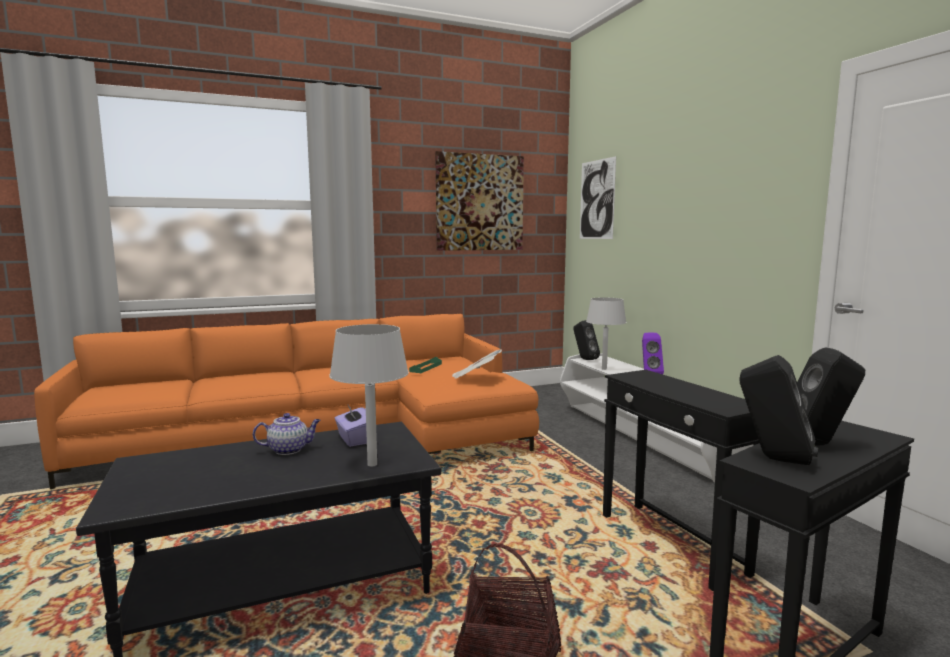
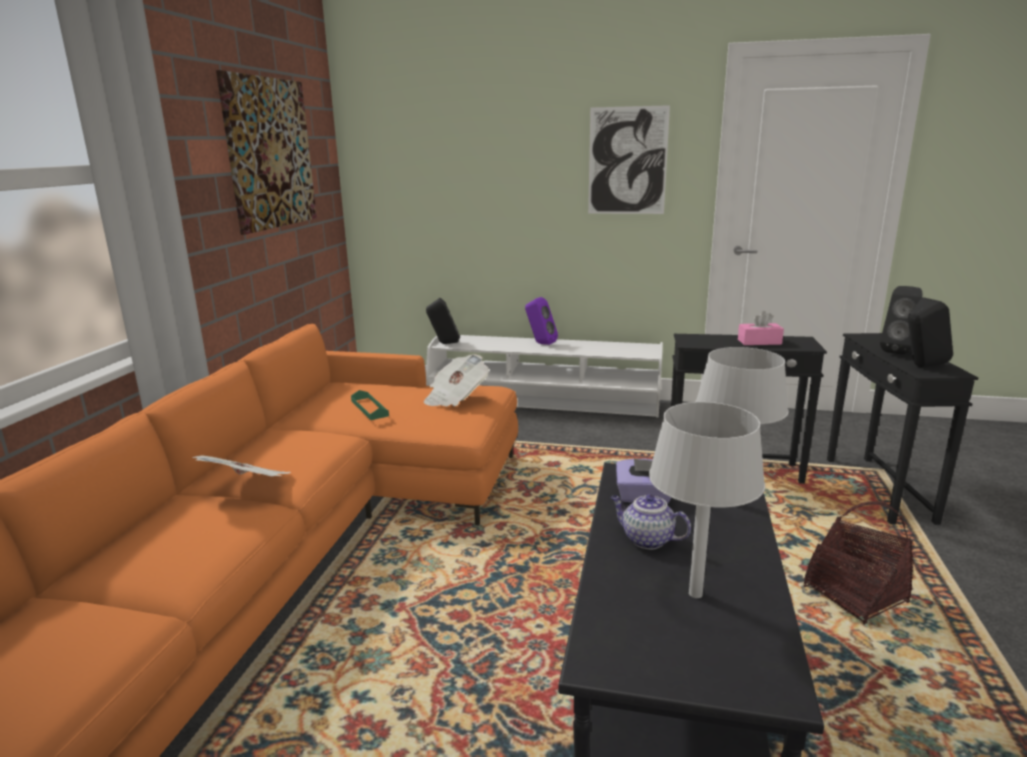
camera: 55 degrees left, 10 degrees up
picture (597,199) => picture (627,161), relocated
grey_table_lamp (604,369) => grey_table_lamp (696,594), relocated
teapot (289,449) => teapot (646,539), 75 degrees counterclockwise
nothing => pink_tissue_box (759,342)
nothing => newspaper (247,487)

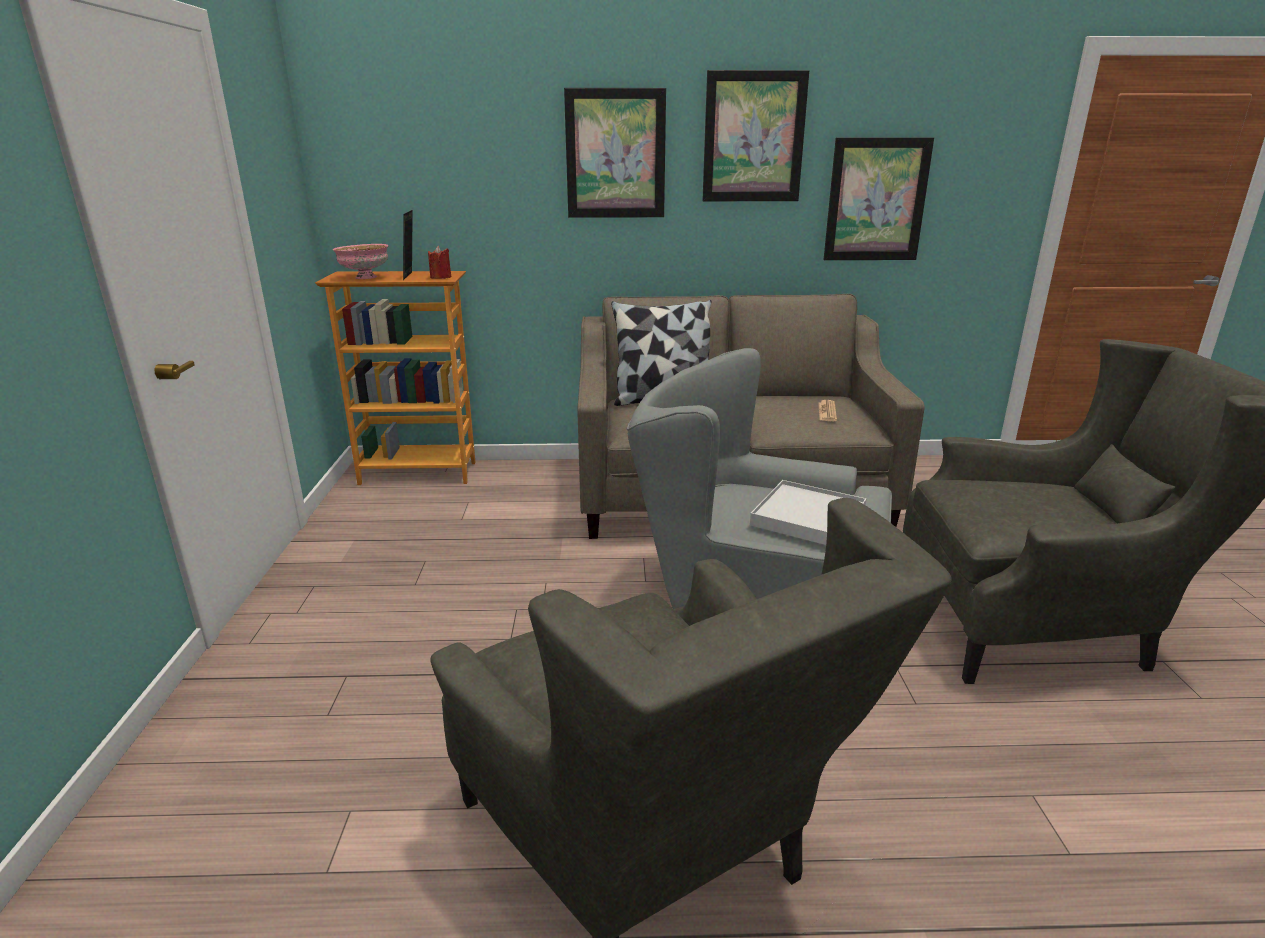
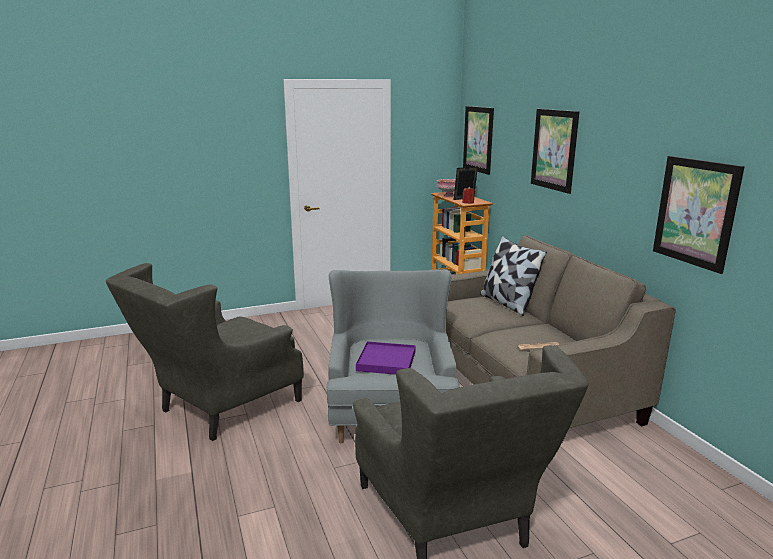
camera: 70 degrees right, 5 degrees down
picture (753,137) => picture (478,139), relocated
white_tray (808,517) => purple_tray (386,361)

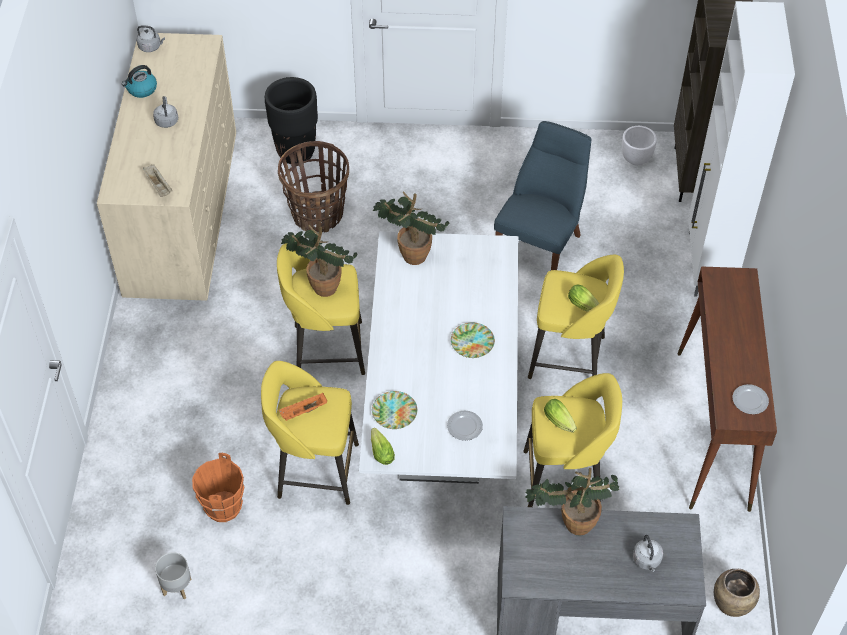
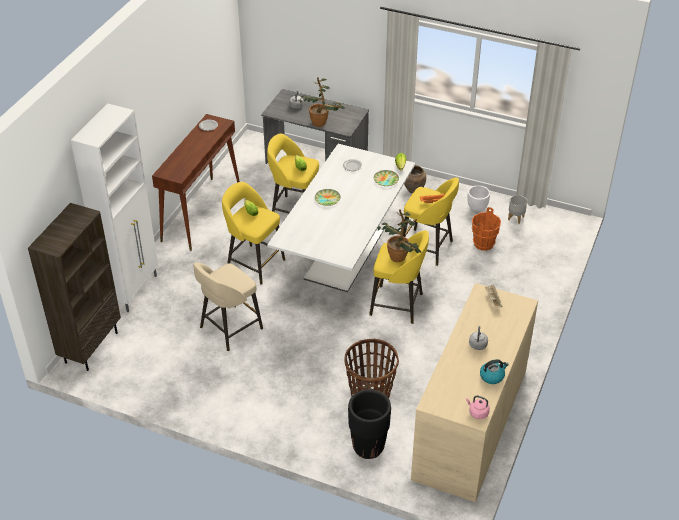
camera: 160 degrees left, 10 degrees down
grey_kettle (151,47) => pink_kettle (477,413)
blue_chair (540,247) => beige_stool (229,329)
white_planter (636,159) => white_planter (477,208), relocated
potted_plant (410,252) => nothing
brown_vase (731,606) => brown_vase (414,190), relocated

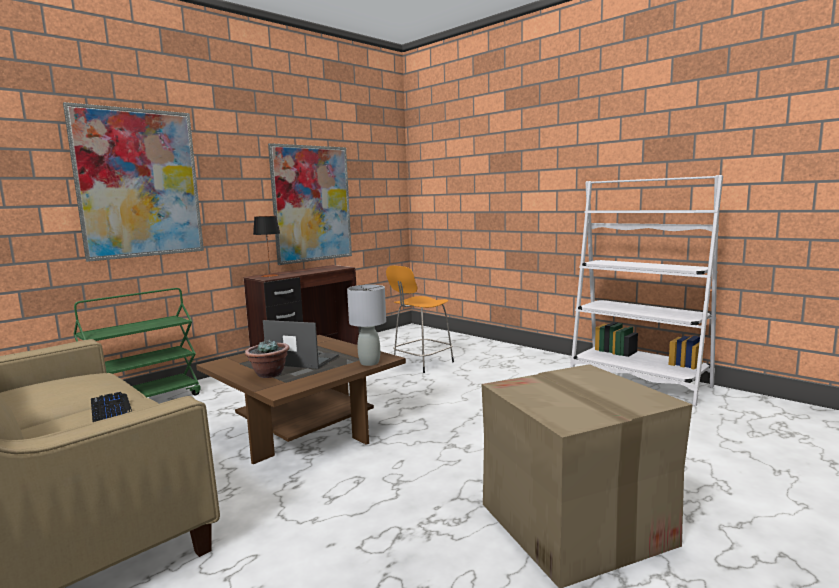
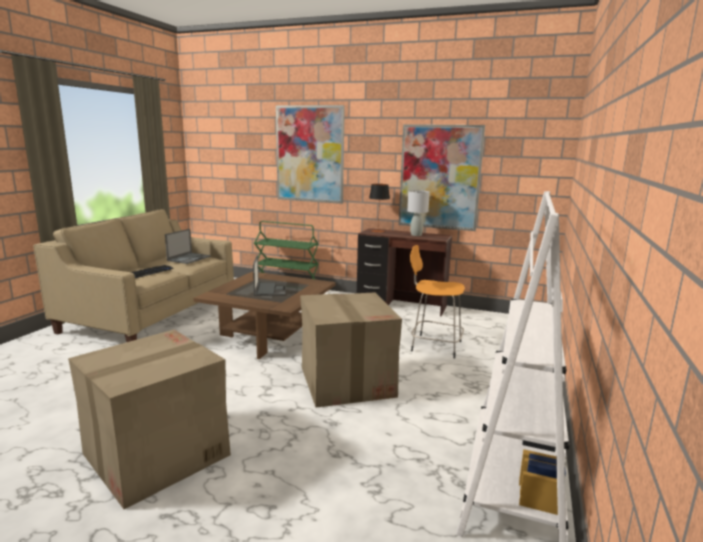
camera: 65 degrees right, 5 degrees up
grey_table_lamp (369,363) => grey_table_lamp (416,235), relocated
potted_plant (269,374) => nothing
nothing => laptop (189,258)
nothing => cardboard_box (346,381)

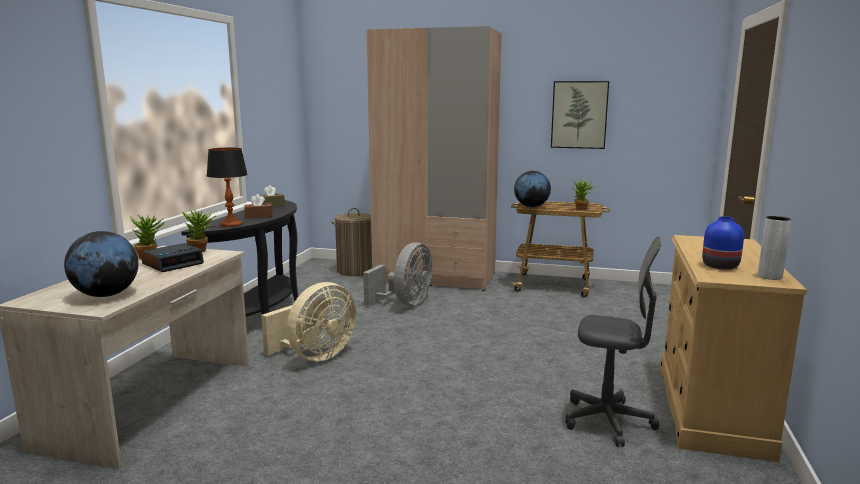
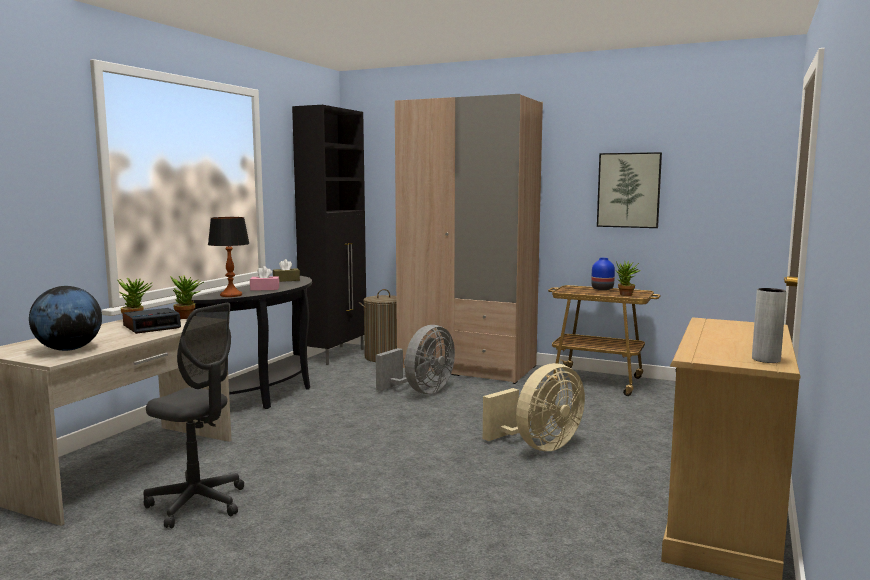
camera: 10 degrees right, 5 degrees down
globe (531,206) => nothing
brown_tissue_box (258,216) => pink_tissue_box (264,289)
blue_vase (721,266) => blue_vase (602,289), relocated
grey_office_chair (607,421) => grey_office_chair (197,504), relocated
beige_fan (315,356) => beige_fan (539,446), relocated
nothing => black_cabinet (335,355)

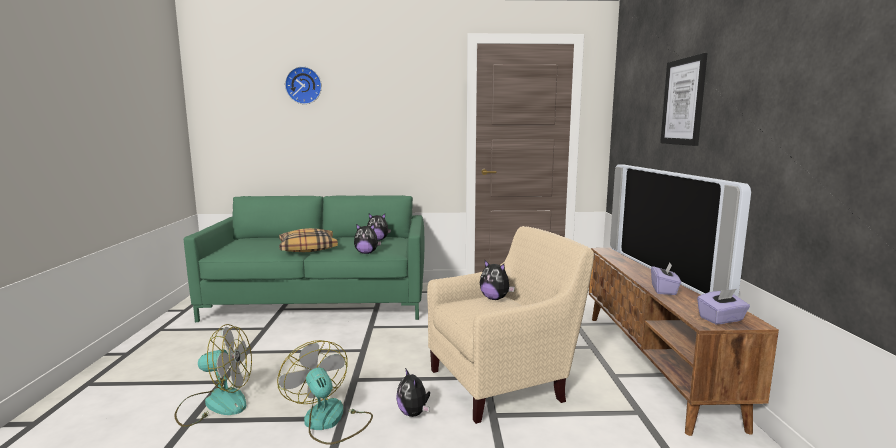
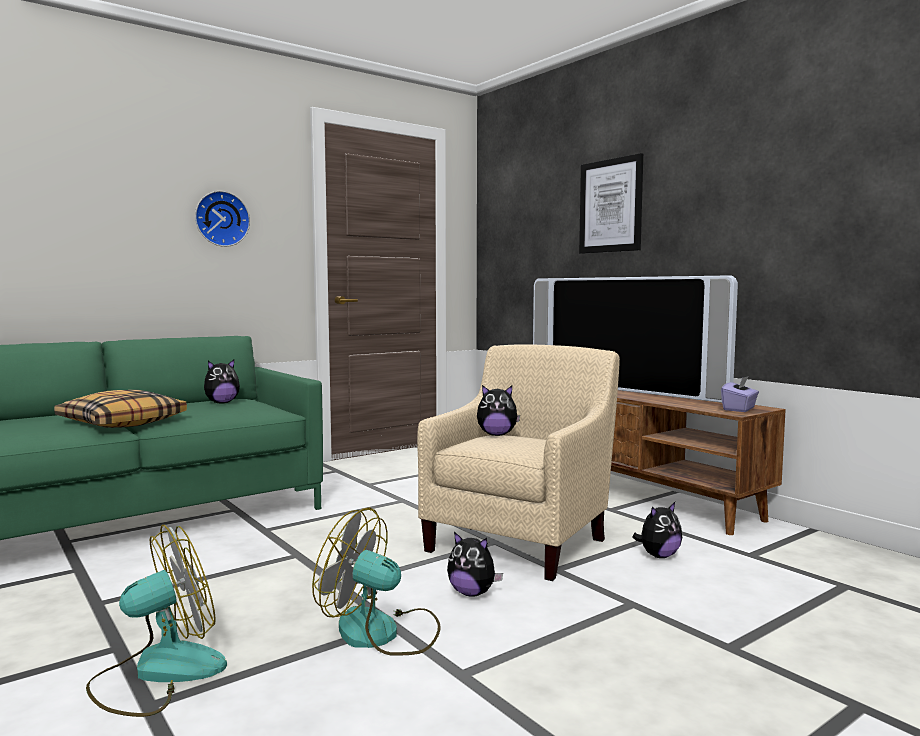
camera: 35 degrees left, 5 degrees down
wall_clock (304,85) => wall_clock (221,219), relocated
plush_toy (366,253) => plush_toy (658,556), relocated
purple_tissue_box (664,290) => nothing

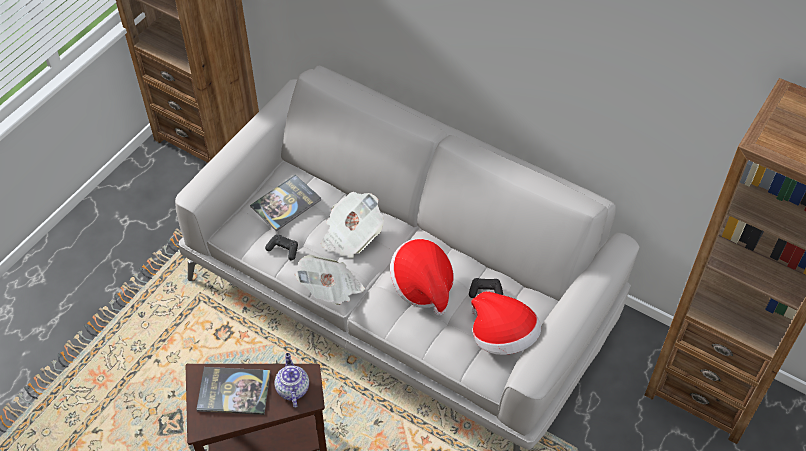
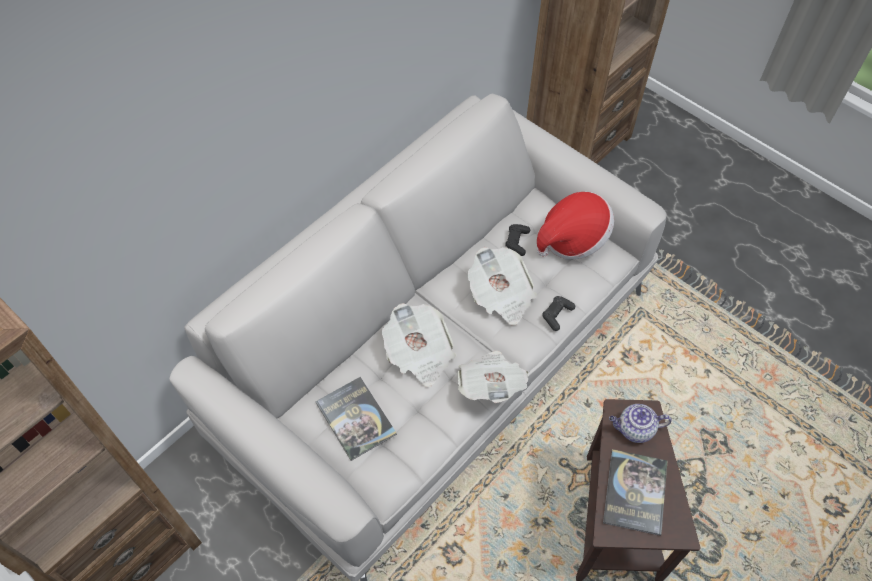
camera: 80 degrees left, 5 degrees up
black_game_controller (283,249) => black_game_controller (557,315), relocated
hat (422,286) => newspaper (501,296)

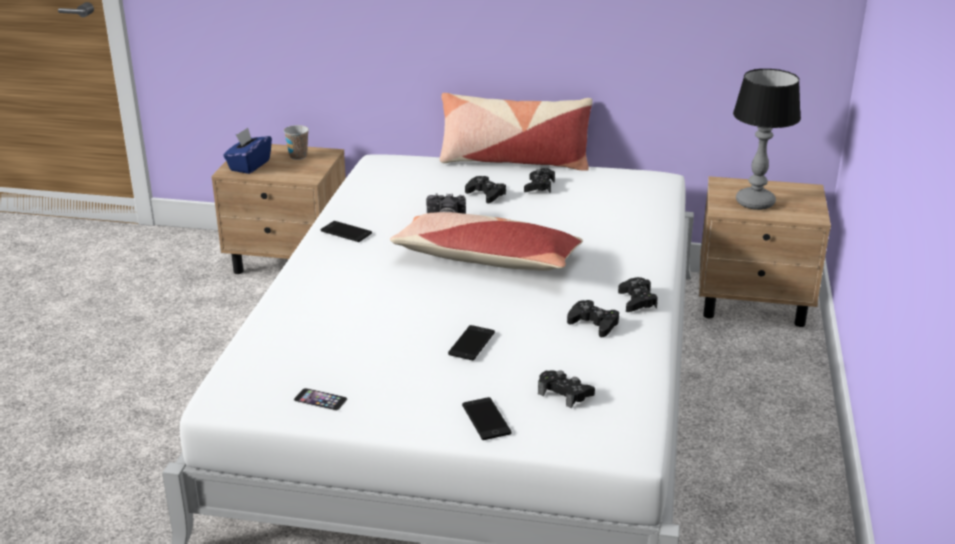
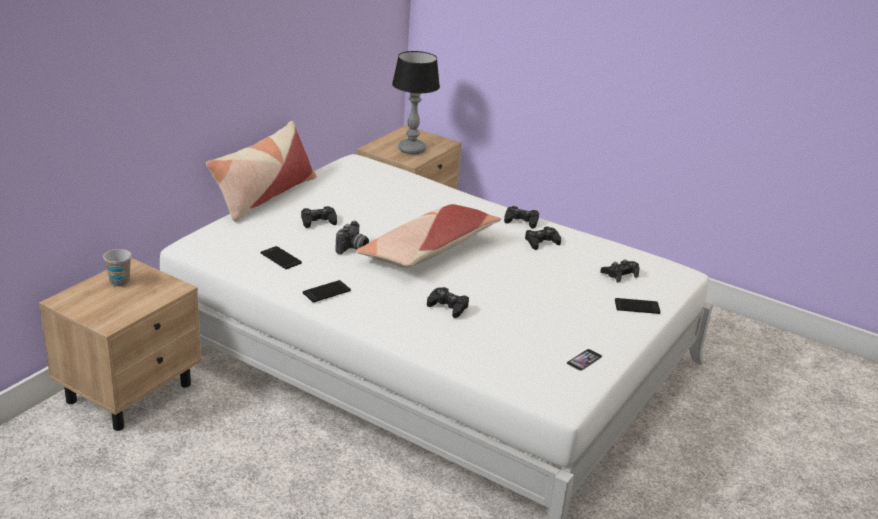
camera: 70 degrees left, 0 degrees up
blue_tissue_box (249,165) => nothing
black_game_controller (539,186) => black_game_controller (448,307), relocated
phone (471,343) => phone (281,258), relocated

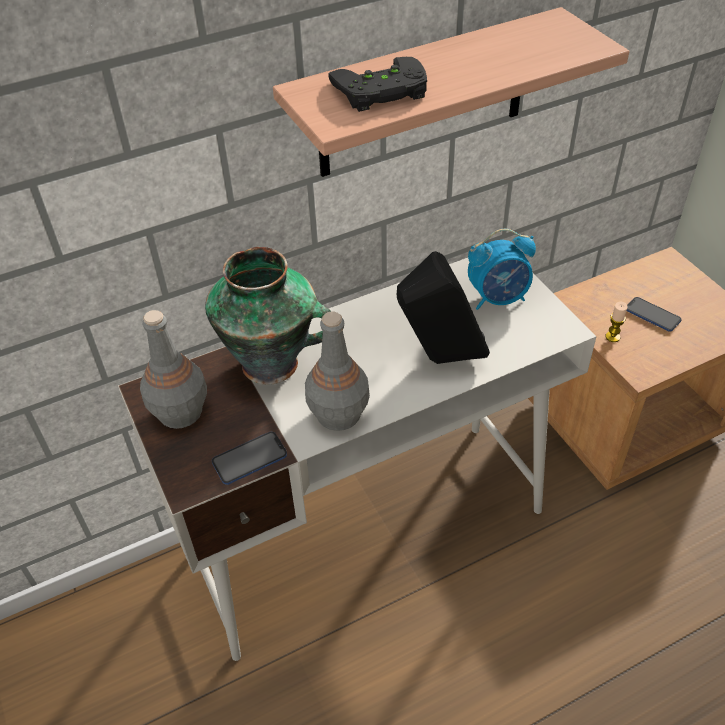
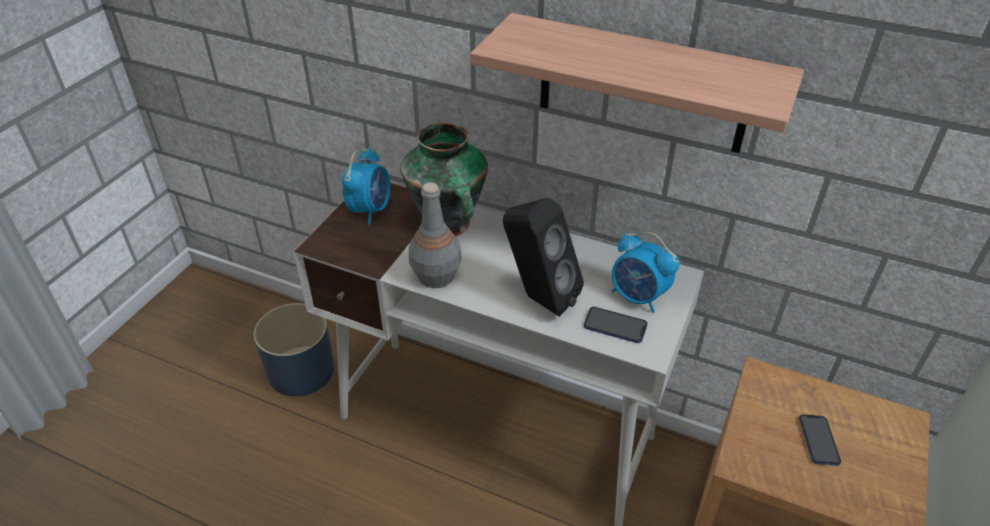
camera: 50 degrees right, 5 degrees down
black_game_controller (381,93) => nothing
candle (612,337) => nothing
grey_bottle (179,412) => alarm_clock (370,210)
phone (250,459) => phone (615,326), relocated
nothing => blue_planter (300,371)

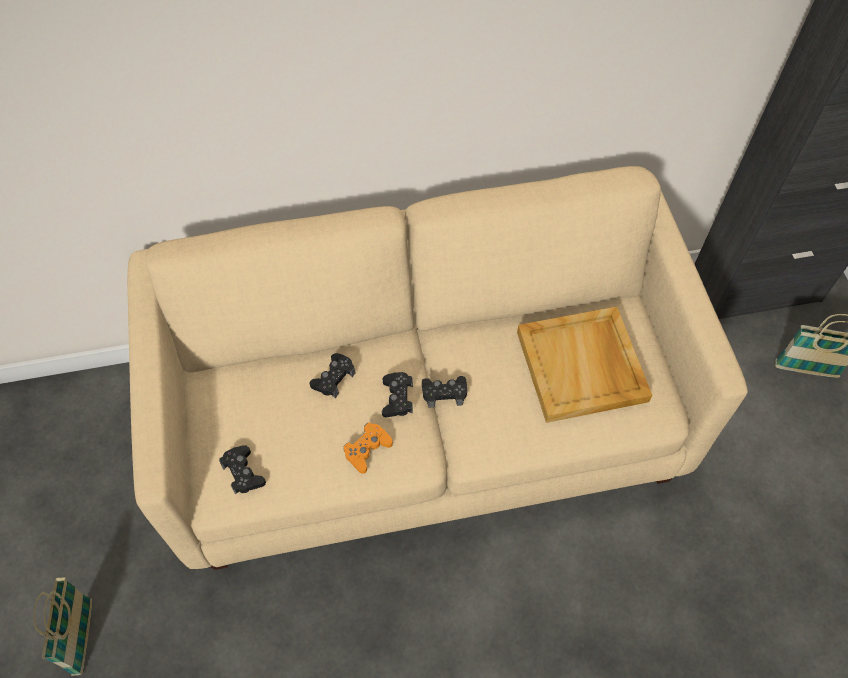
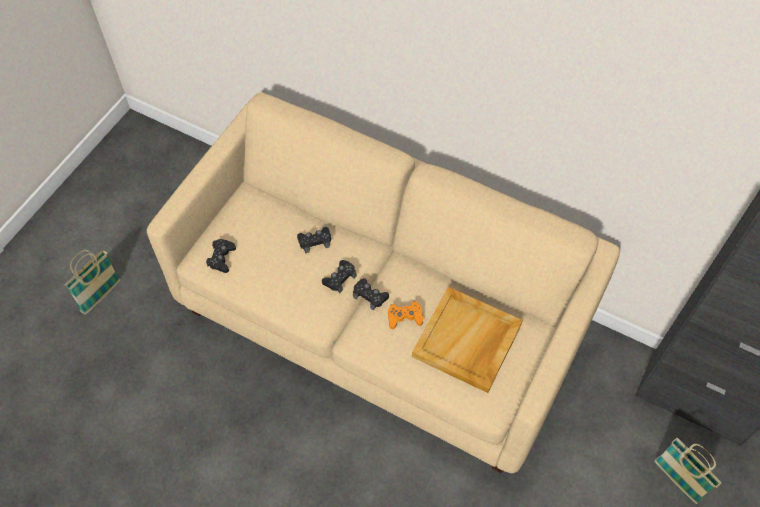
camera: 40 degrees right, 0 degrees up
orange_game_controller (367,449) => orange_game_controller (404,317), relocated

